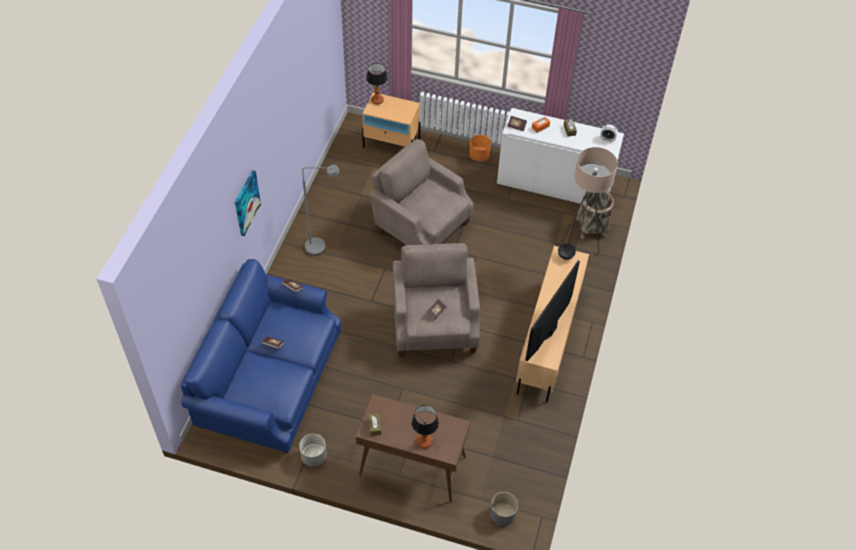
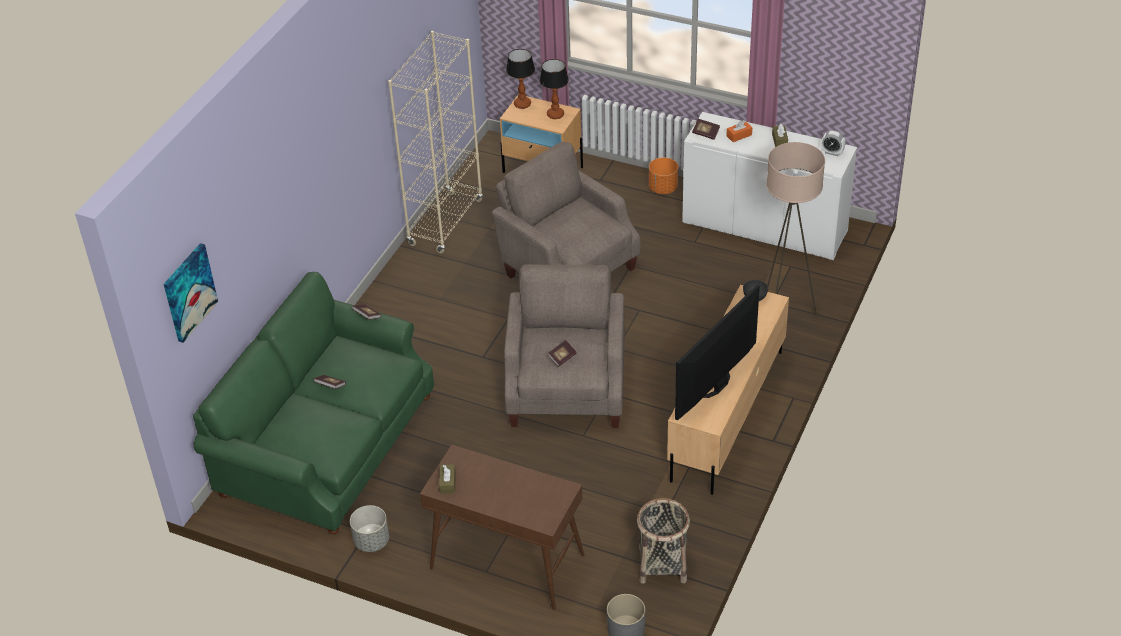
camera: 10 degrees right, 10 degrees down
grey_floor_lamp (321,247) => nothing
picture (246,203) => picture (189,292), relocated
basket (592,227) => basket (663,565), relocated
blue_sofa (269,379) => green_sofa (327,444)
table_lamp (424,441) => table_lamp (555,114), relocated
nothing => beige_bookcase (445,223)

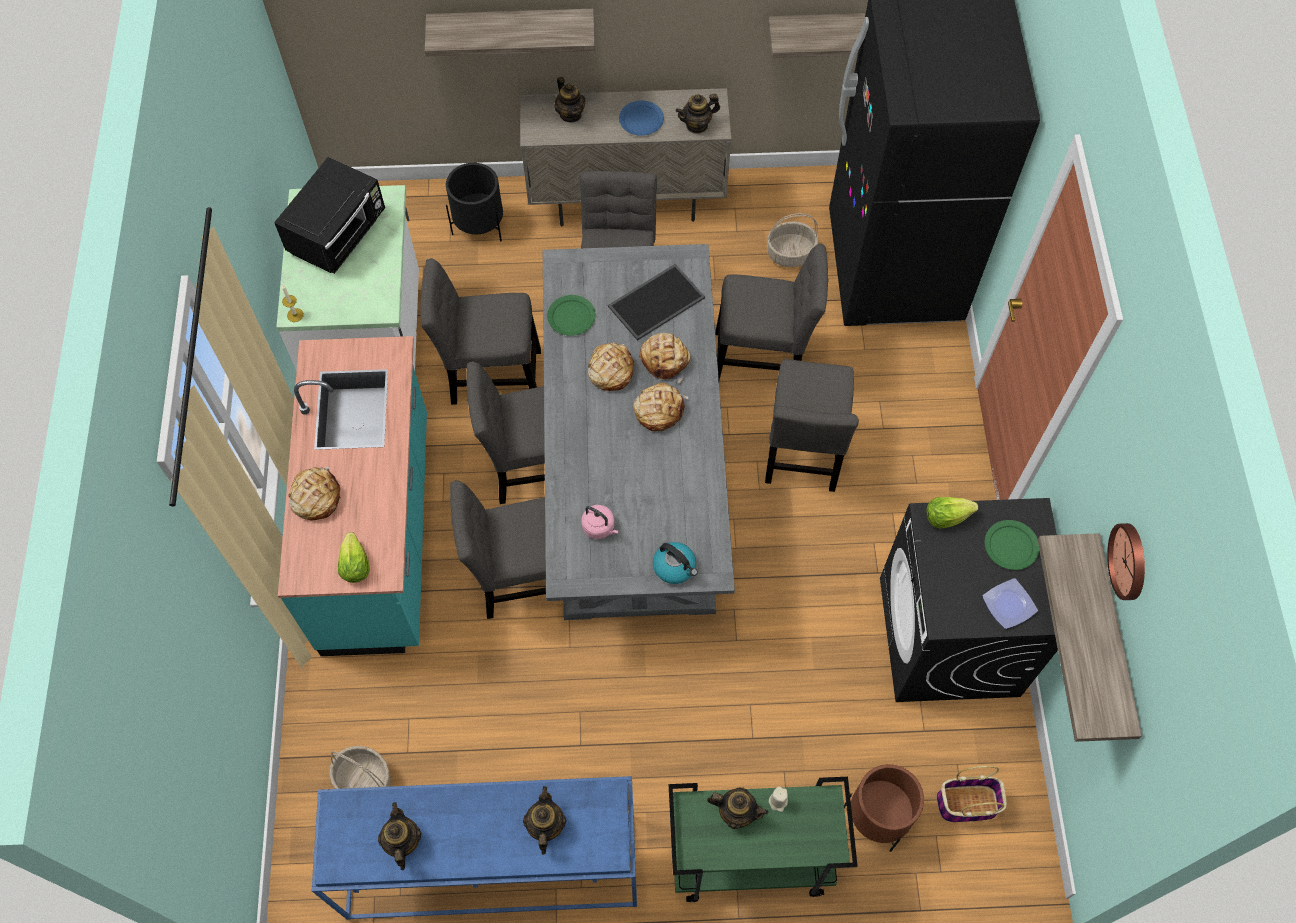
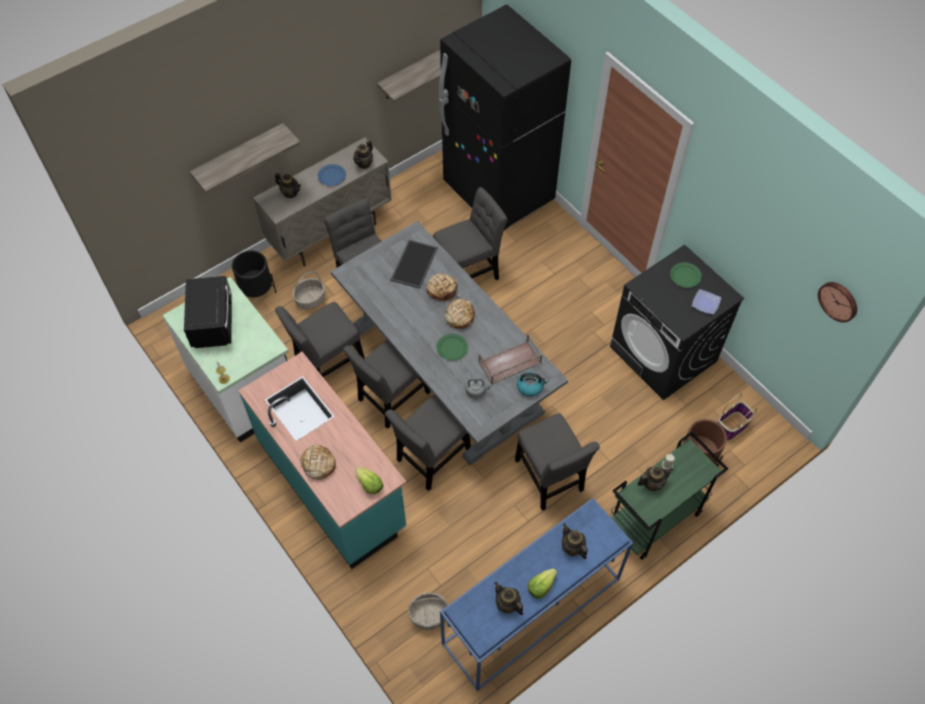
camera: 35 degrees left, 5 degrees down
basket (790,253) => basket (310,299), relocated
green_plate (571,316) => green_plate (452,347), relocated
bread (610,371) => nothing
grey_chair (803,453) => grey_chair (550,479), relocated
lettuce (946,516) => lettuce (541,586), relocated
pink_kettle (600,527) => grey_kettle (477,391)
wall_clock (1130,561) => wall_clock (839,300), relocated
shelf (1112,640) => nothing
nothing => brown_tray (509,363)

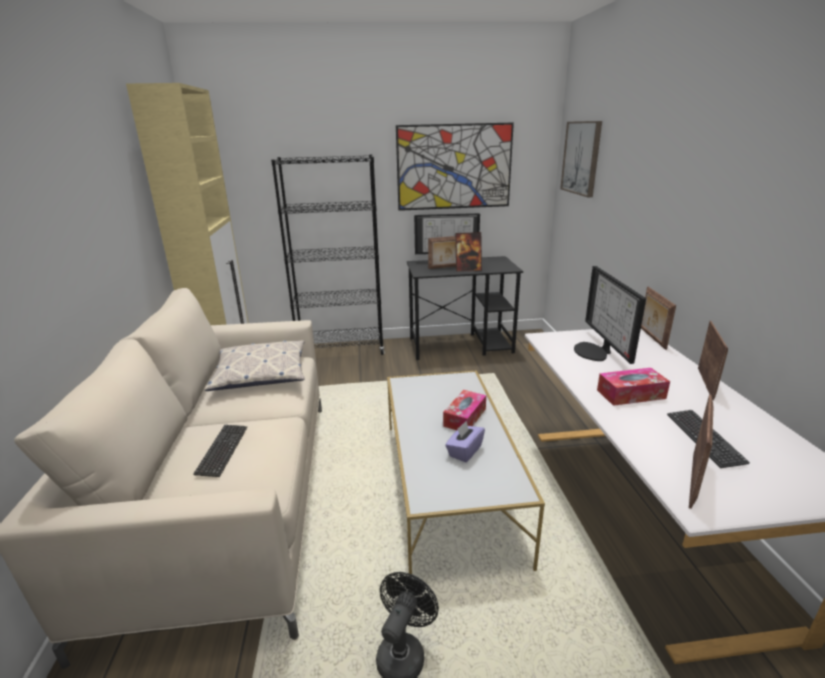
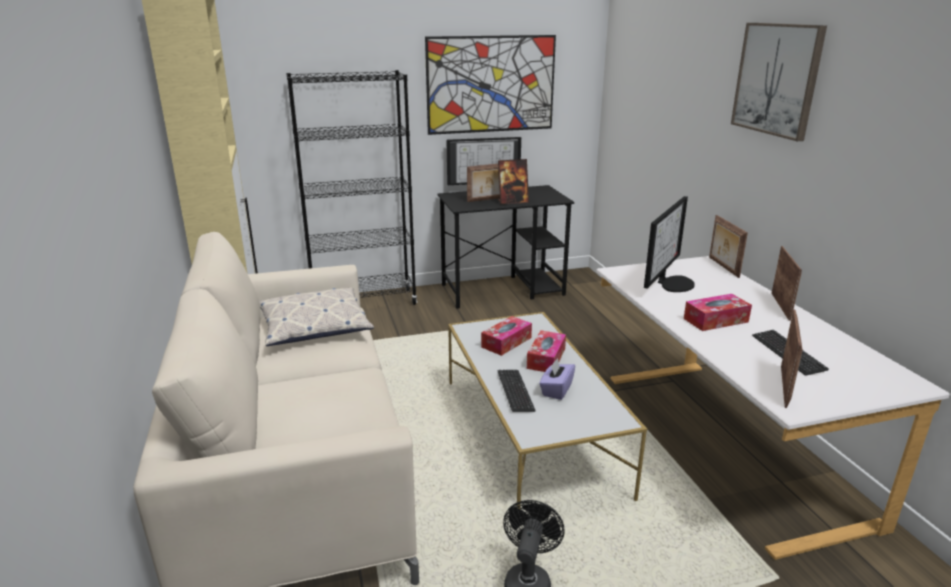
camera: 10 degrees left, 0 degrees up
picture (581,158) => picture (777,79), relocated
monitor (595,352) => monitor (672,283), 135 degrees counterclockwise
keyboard (222,451) => keyboard (515,391), relocated
nothing => tissue_box (506,342)

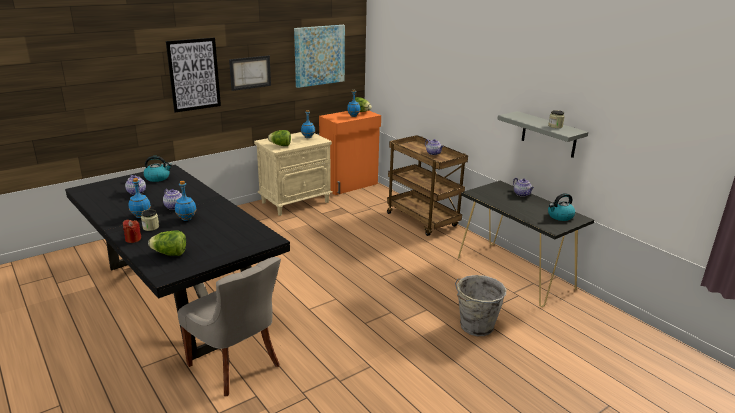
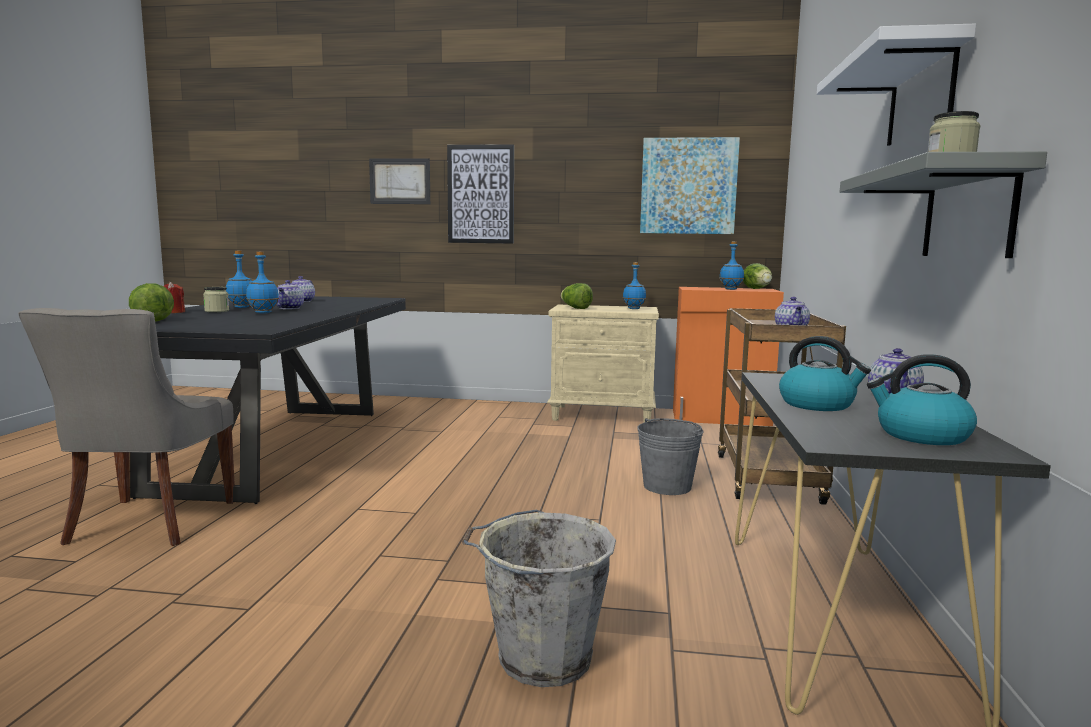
camera: 45 degrees right, 15 degrees down
picture (250,72) => picture (400,181), relocated
kettle (158,178) => kettle (818,404), relocated
nothing => white_shelf (921,96)
nothing => grey_bucket (667,486)

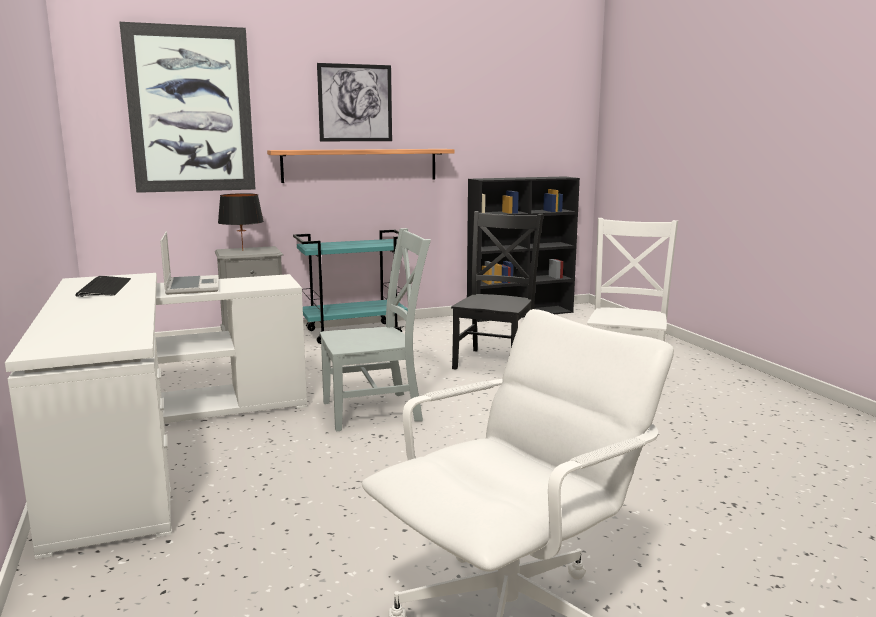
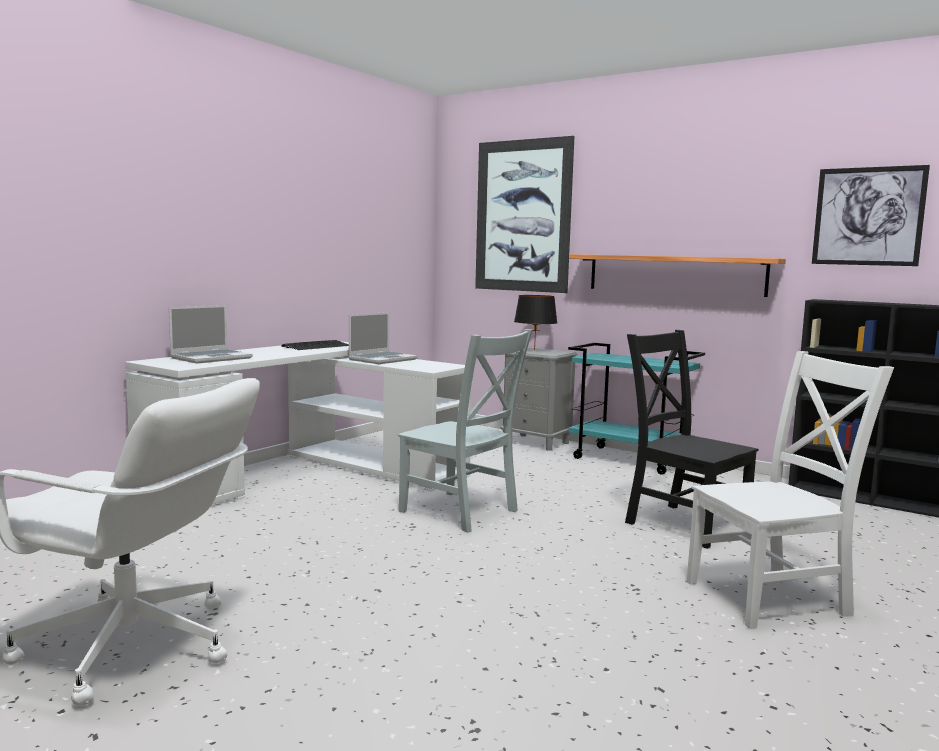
camera: 55 degrees right, 5 degrees down
picture (355,103) => picture (868,216), relocated
black_chair (495,361) => black_chair (682,524), 120 degrees counterclockwise
nothing => laptop (211,358)

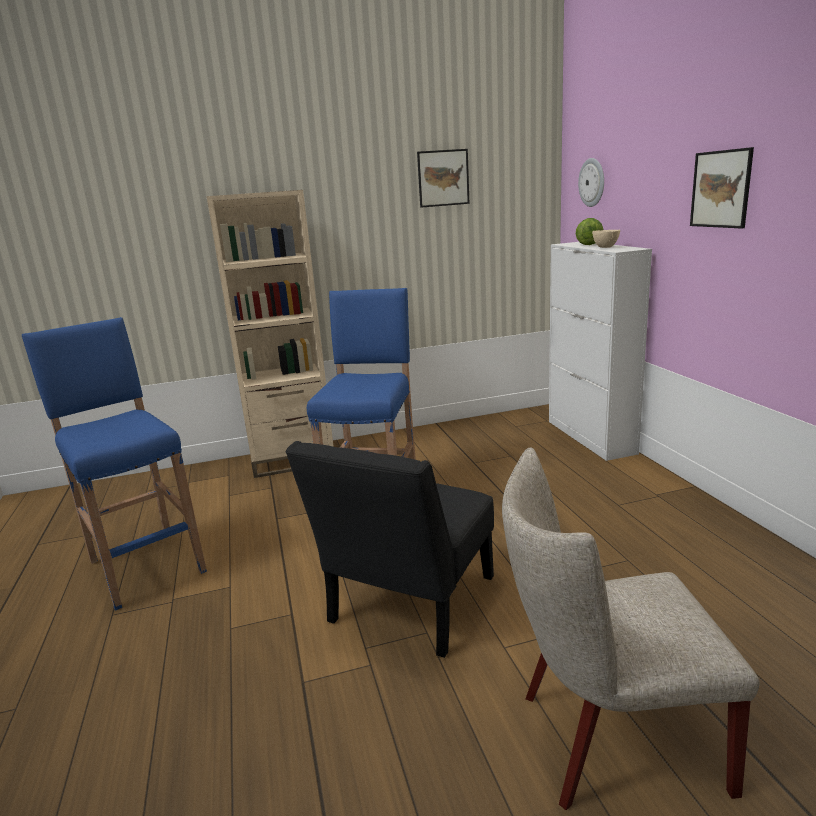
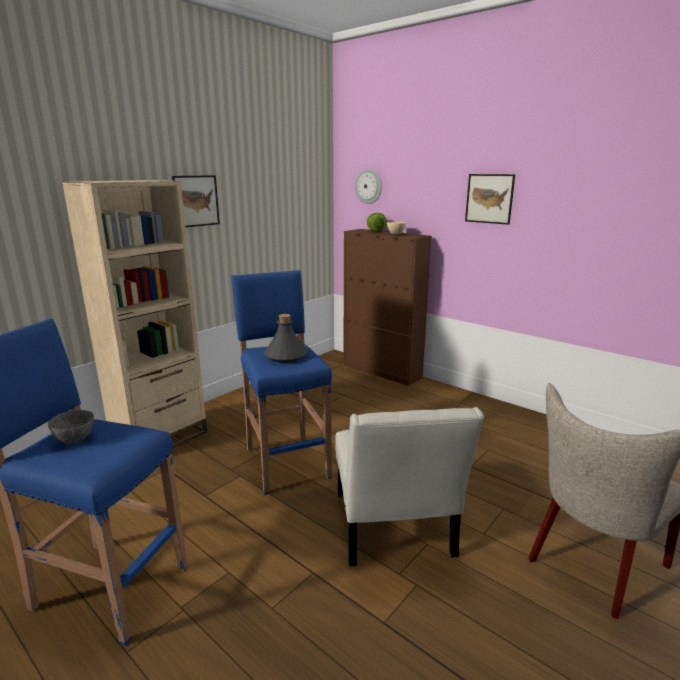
camera: 35 degrees left, 0 degrees up
picture (443,178) => picture (196,201), relocated
white_cabinet (590,437) => brown_cabinet (382,371)
black_chair (408,605) => white_chair (393,529)
nothing => grey_bottle (286,356)
nothing => grey_bowl (75,440)

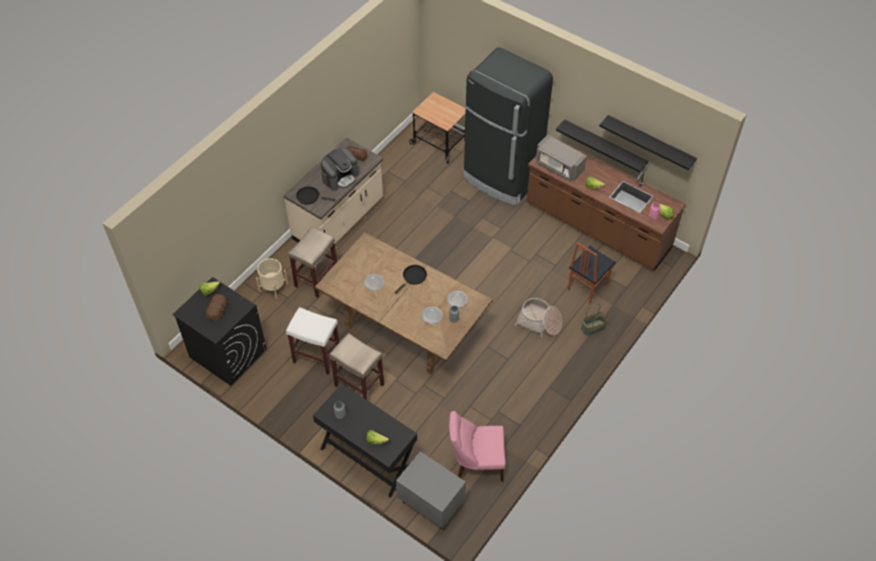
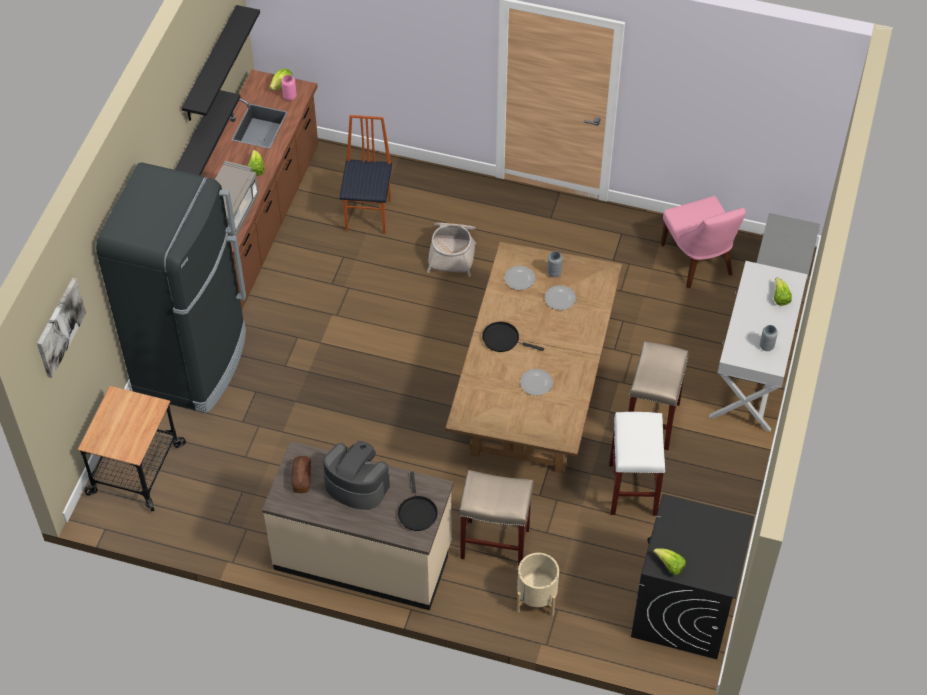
camera: 110 degrees left, 0 degrees up
chair (586,287) => chair (369,215), 105 degrees counterclockwise
bread (217,309) => nothing
basket (593,328) => nothing
black_console_table (368,457) => white_console_table (752,375)
nothing => picture (59,327)

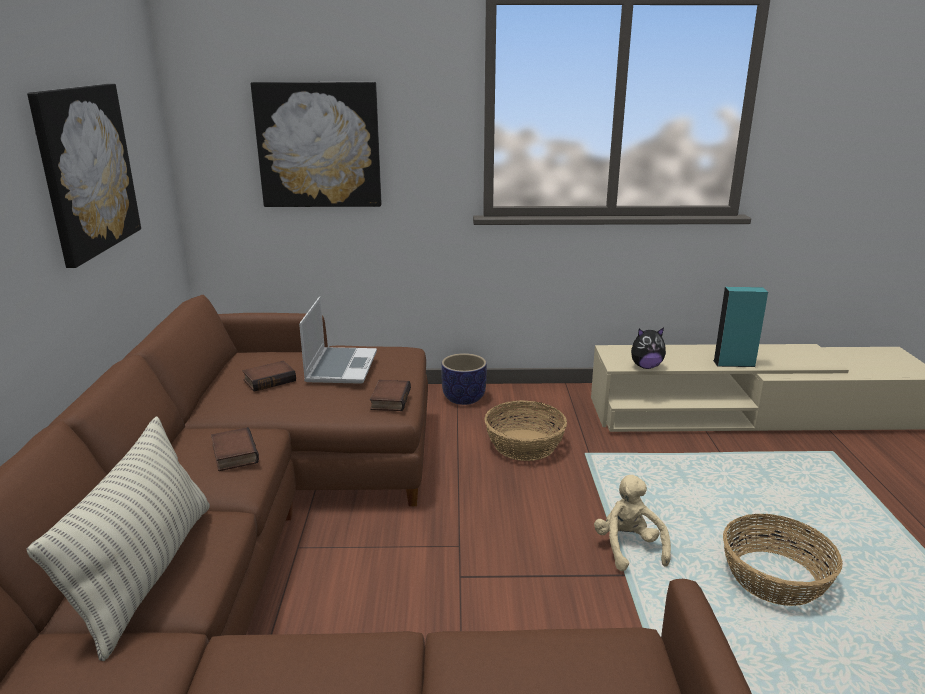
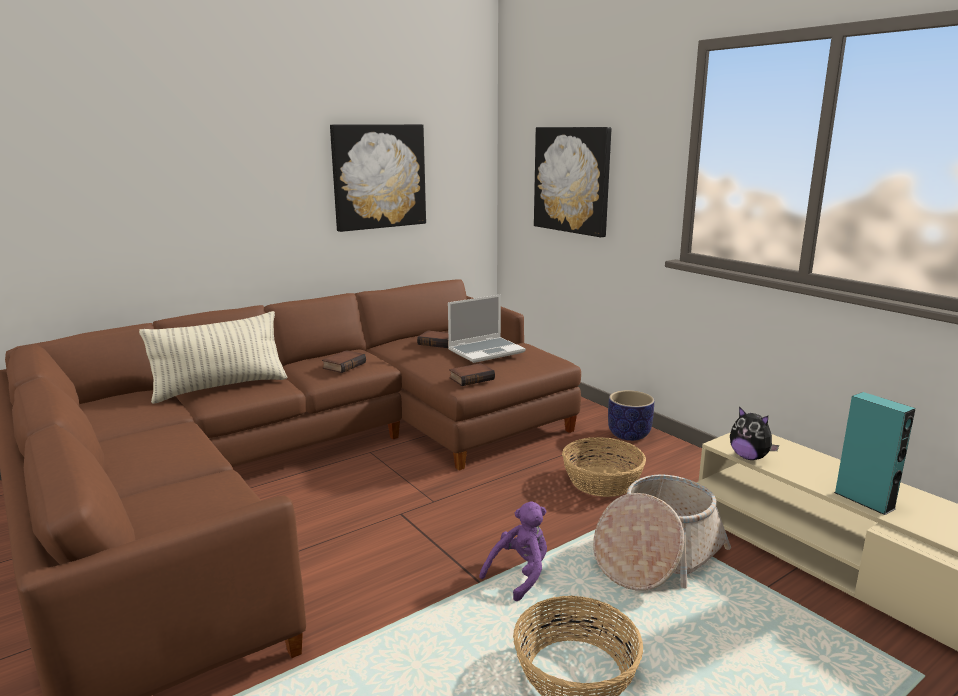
camera: 55 degrees right, 5 degrees down
beige_plush_toy (628,548) => purple_plush_toy (520,574)
nothing => basket (656,556)

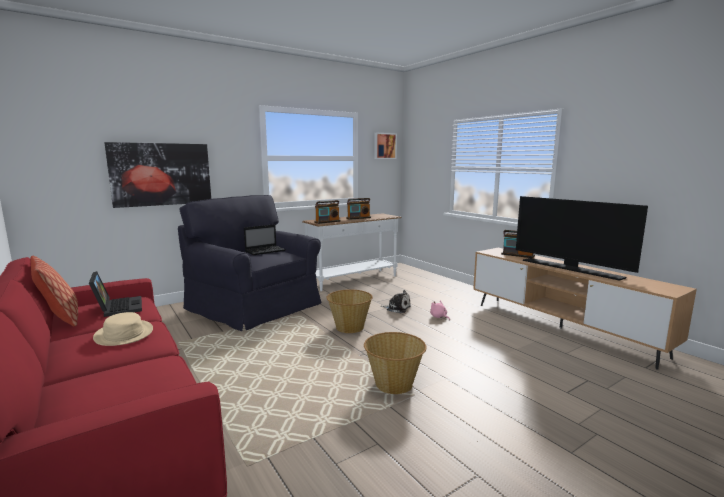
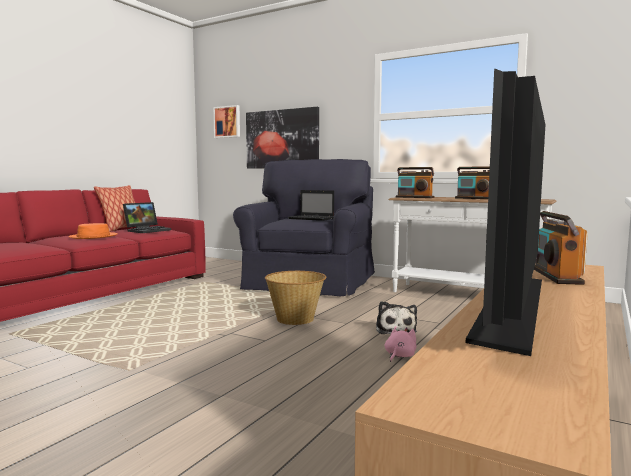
camera: 65 degrees right, 5 degrees down
picture (384,146) => picture (227,122), relocated
beige_hat (123,334) => orange_hat (93,236)
basket (394,385) => nothing

